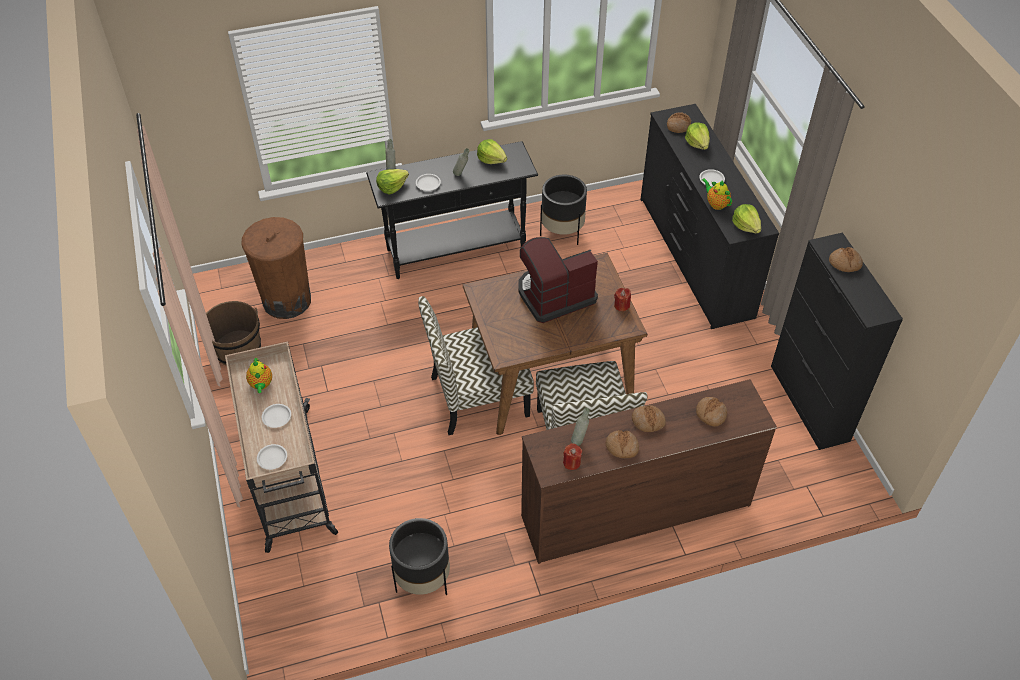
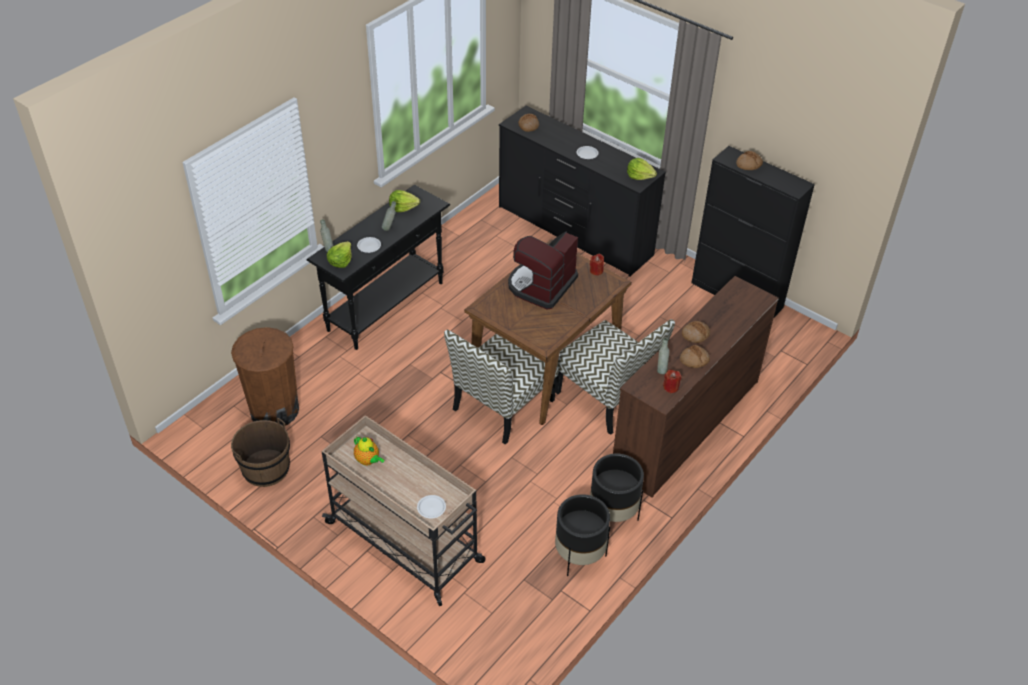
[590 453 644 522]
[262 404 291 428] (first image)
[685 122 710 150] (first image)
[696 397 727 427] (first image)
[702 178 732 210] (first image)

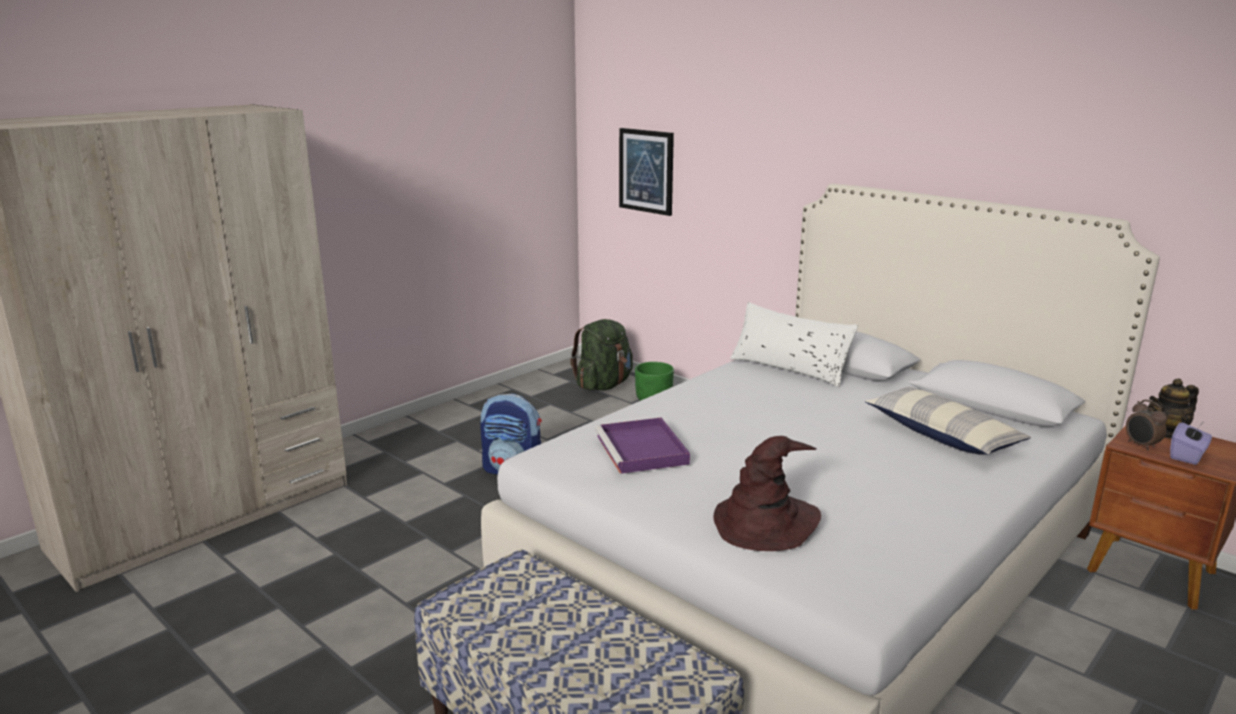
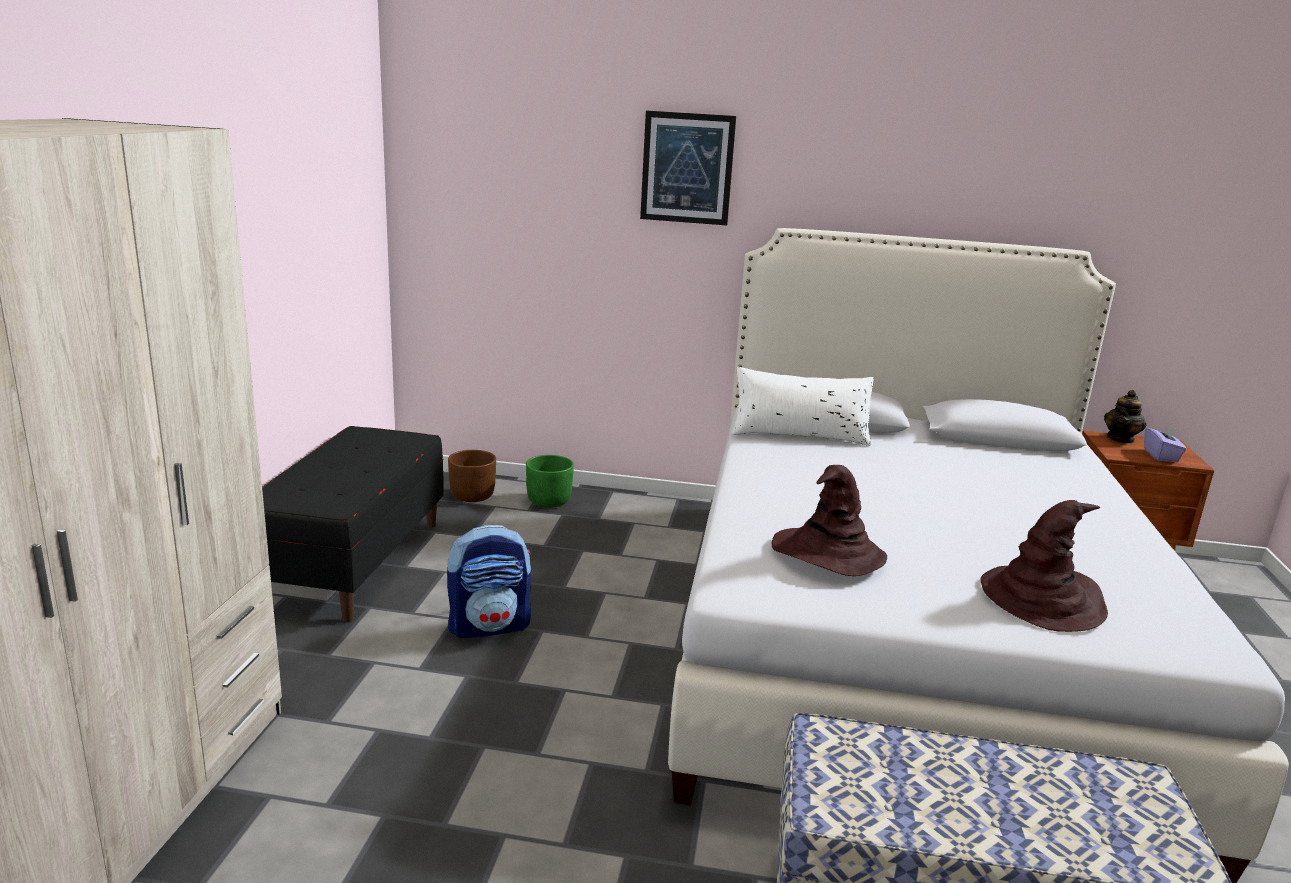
[262 426 444 623]
[448 450 496 502]
[640 111 736 225]
[772 465 887 576]
[865 387 1031 455] (first image)
[1126 400 1167 450] (first image)

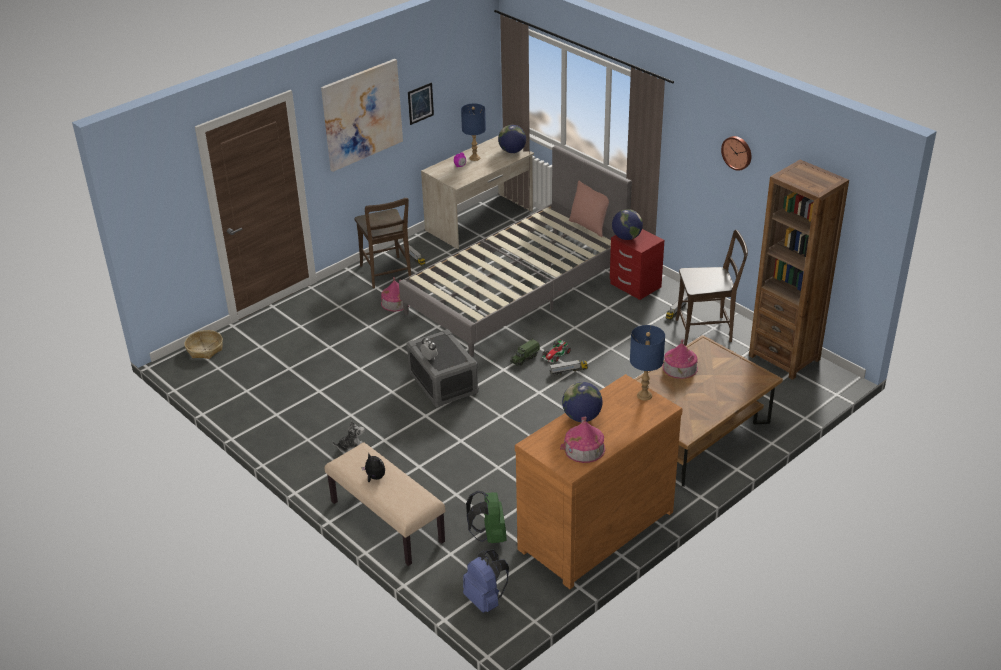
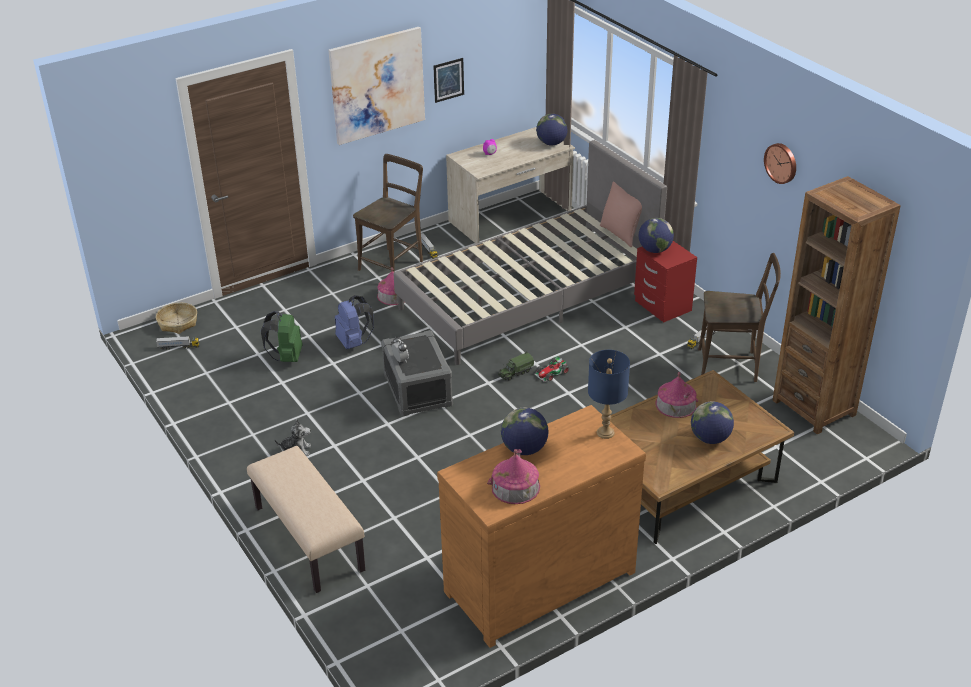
[156 336 200 350]
[261 311 303 362]
[335 295 374 349]
[353 154 423 272]
[691 401 734 444]
[361 453 385 482] (first image)
[461 103 486 161] (first image)

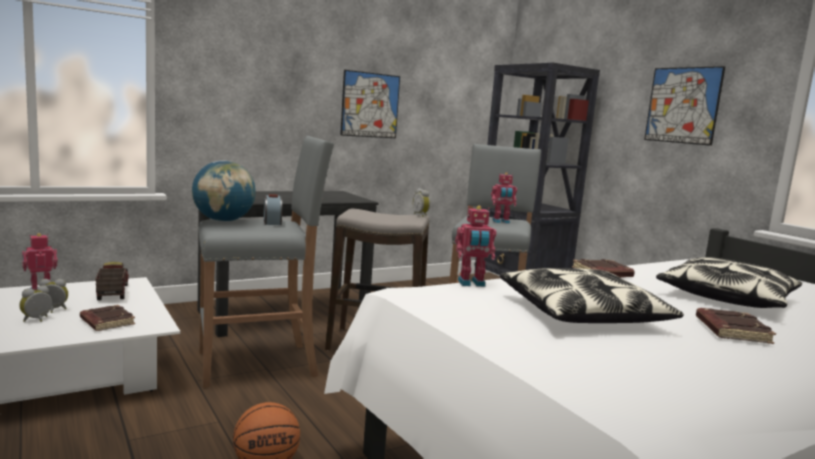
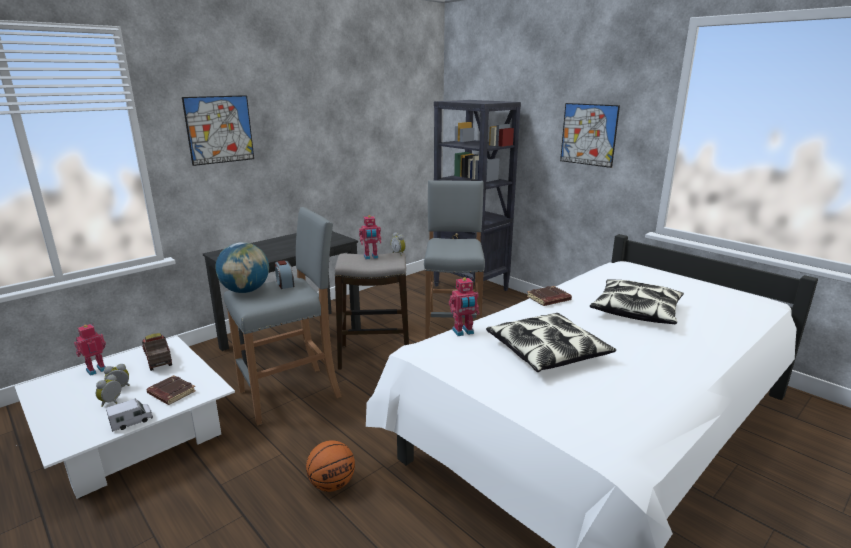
[106 399 153 432]
[182 95 254 166]
[359 215 381 259]
[696 308 776 344] (first image)

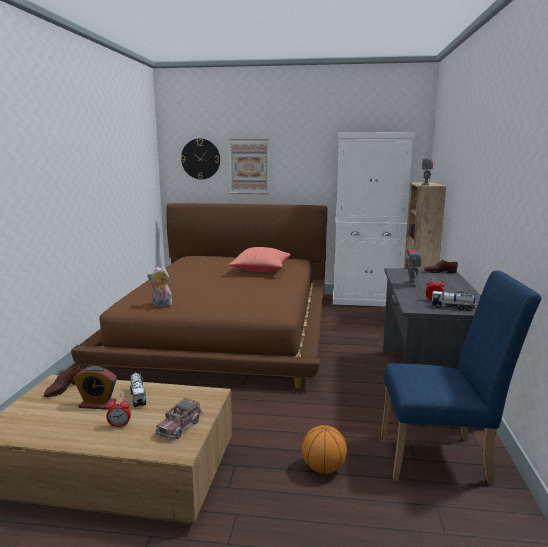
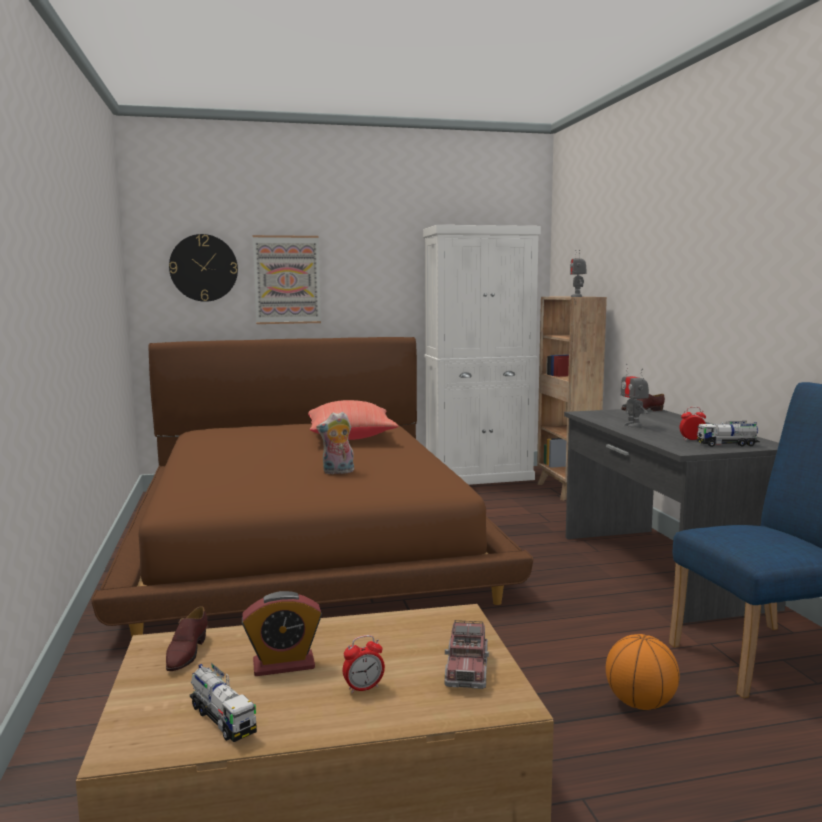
[190 663 257 742]
[317 412 354 474]

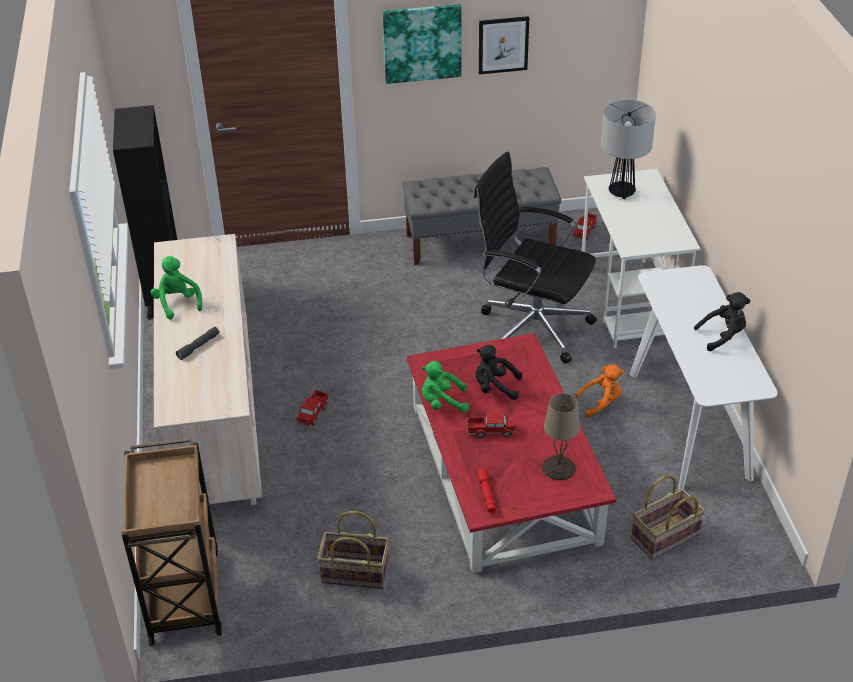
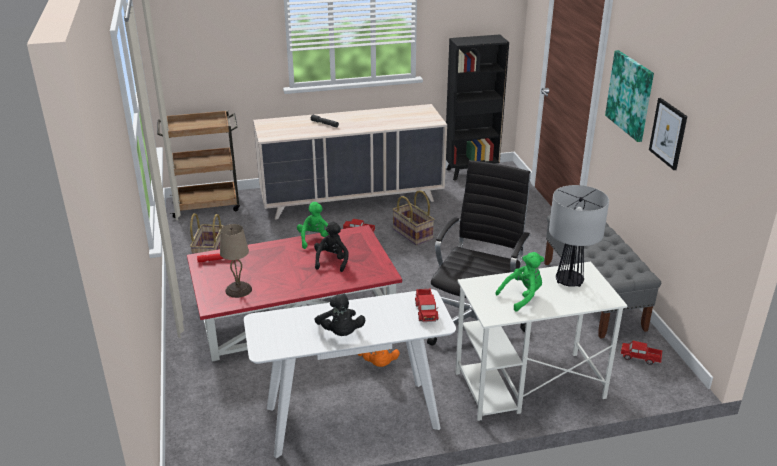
[392 190 434 246]
[415 289 438 322]
[495 252 544 311]

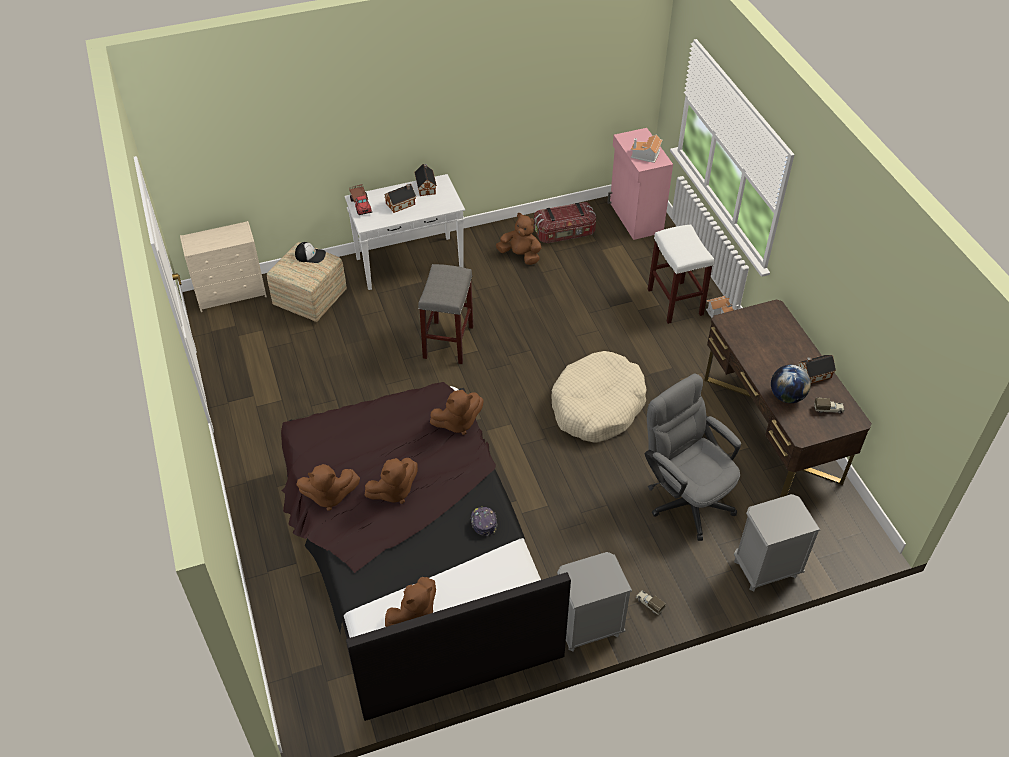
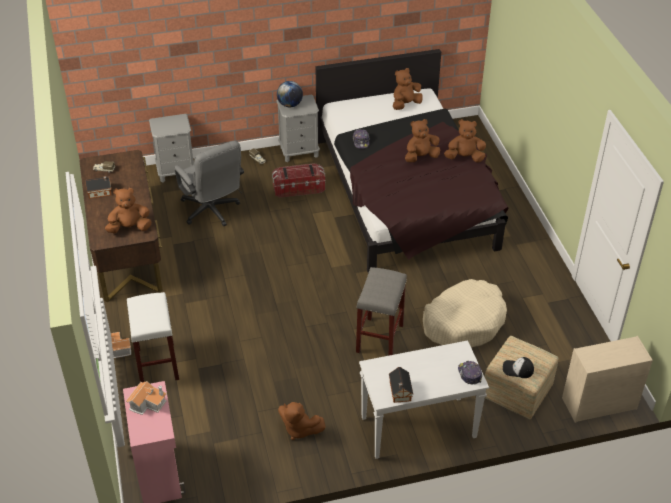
[105 188 152 233]
[272 163 325 198]
[277 81 303 107]
[423 279 507 348]
[458 361 482 385]
[384 184 416 213] (first image)

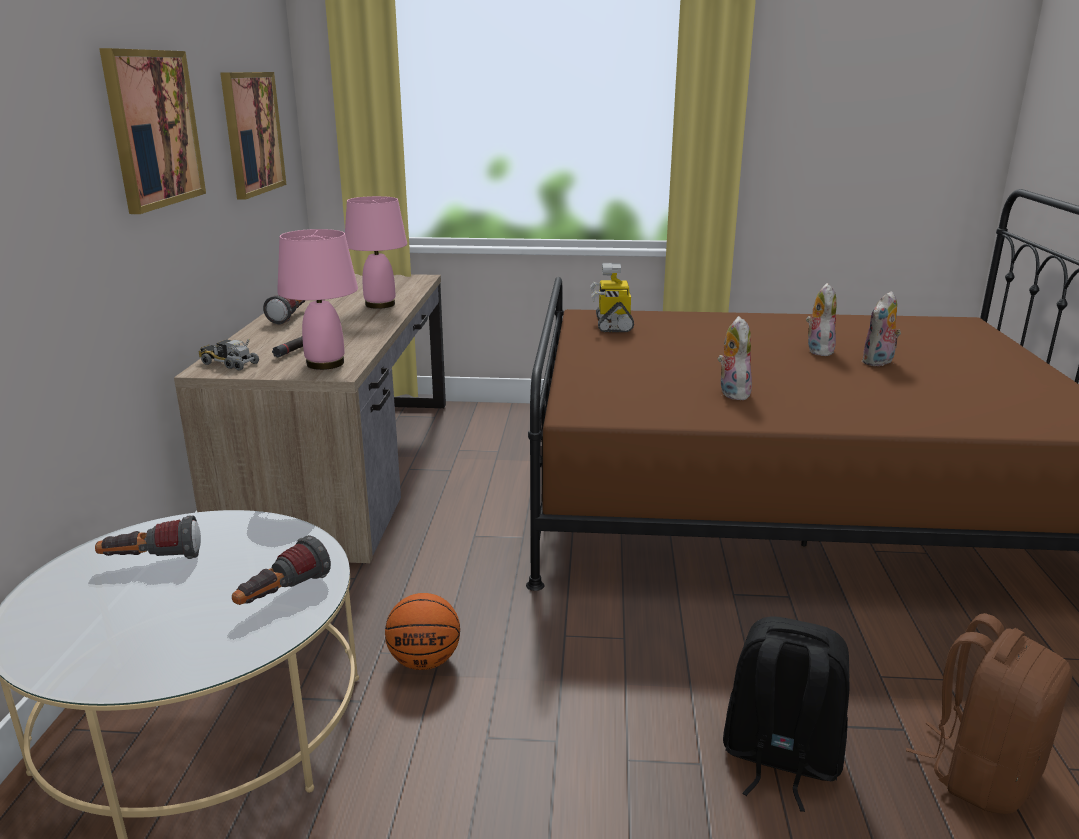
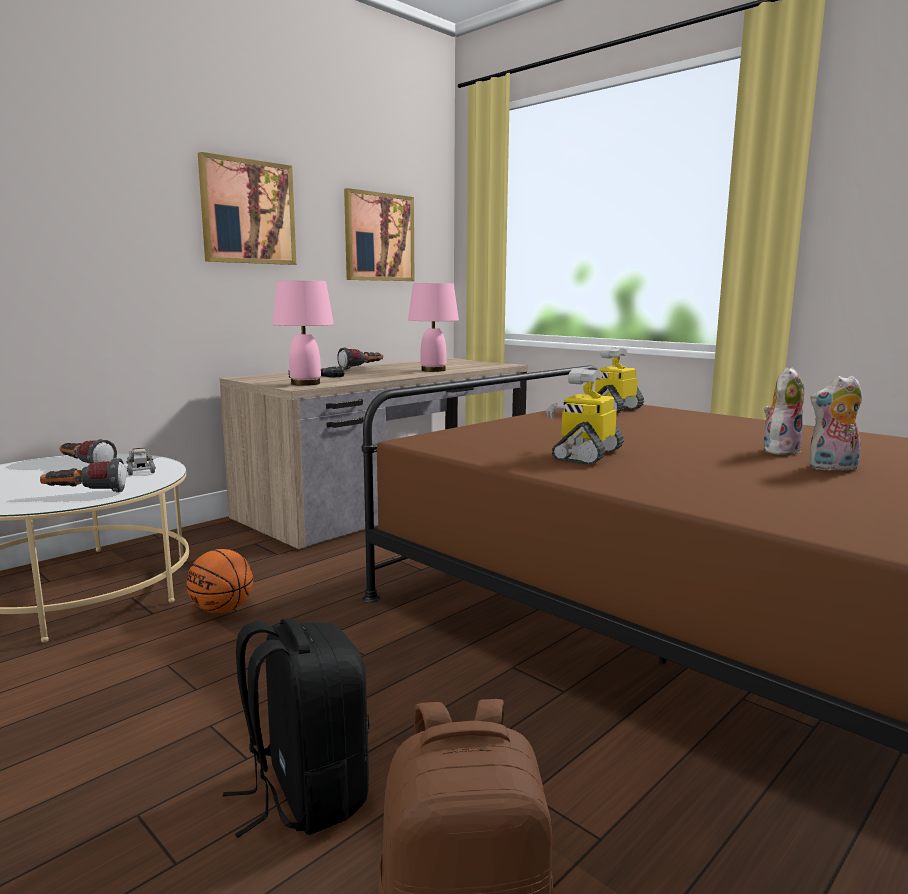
[127 447 156 476]
[546 368 624 465]

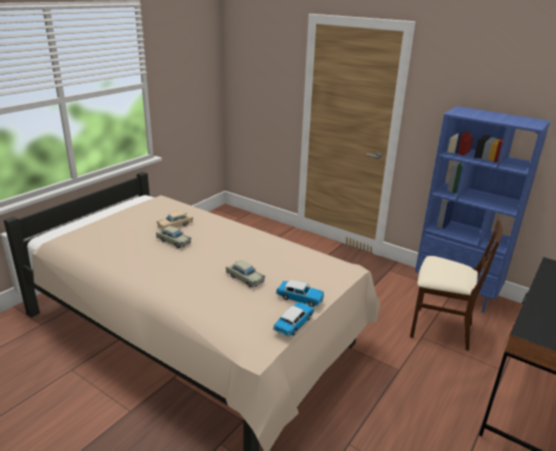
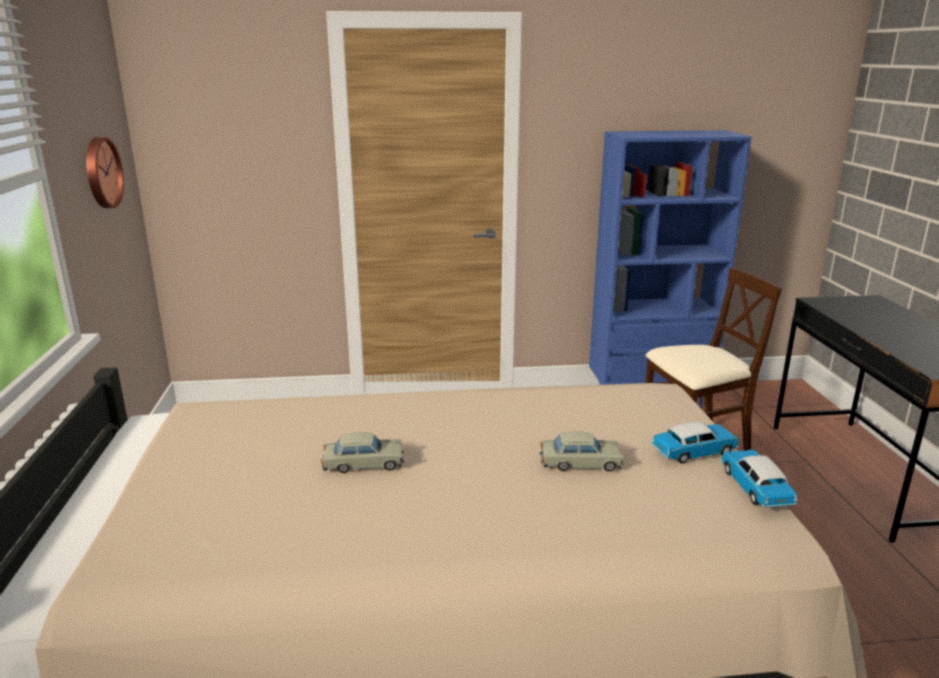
[86 137 124 208]
[157 211 193 230] (first image)

